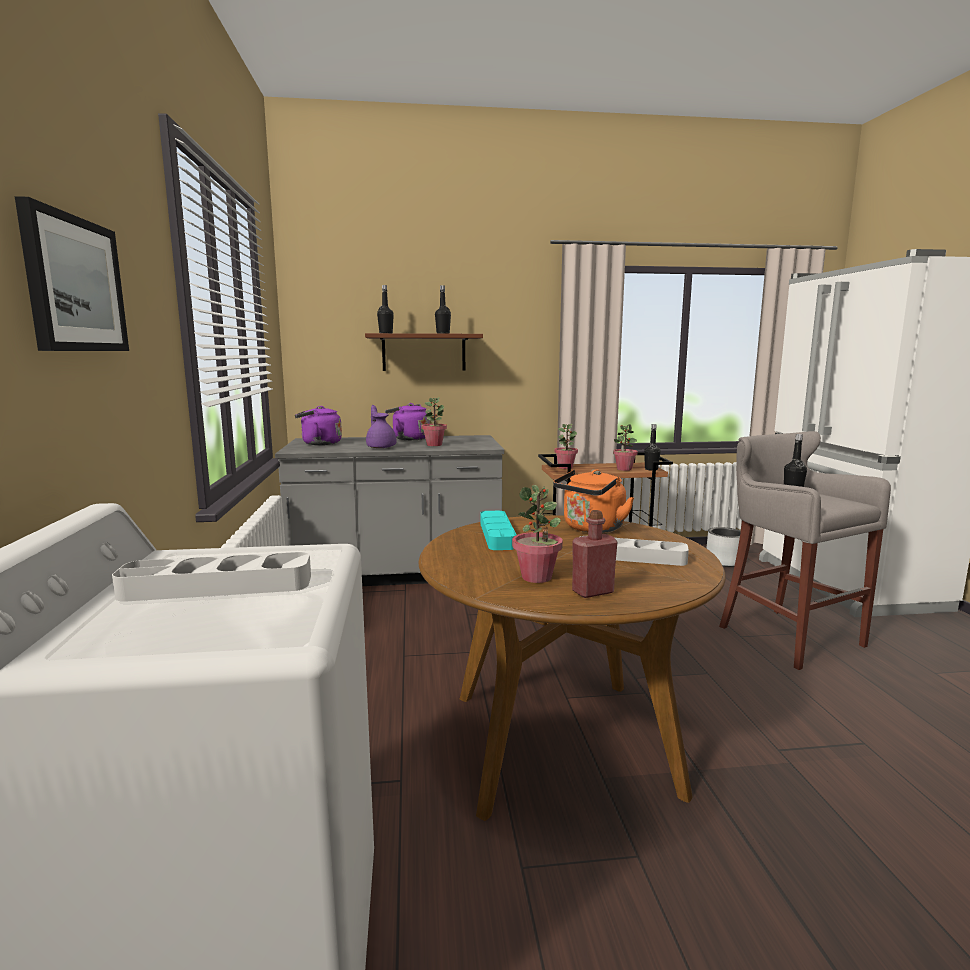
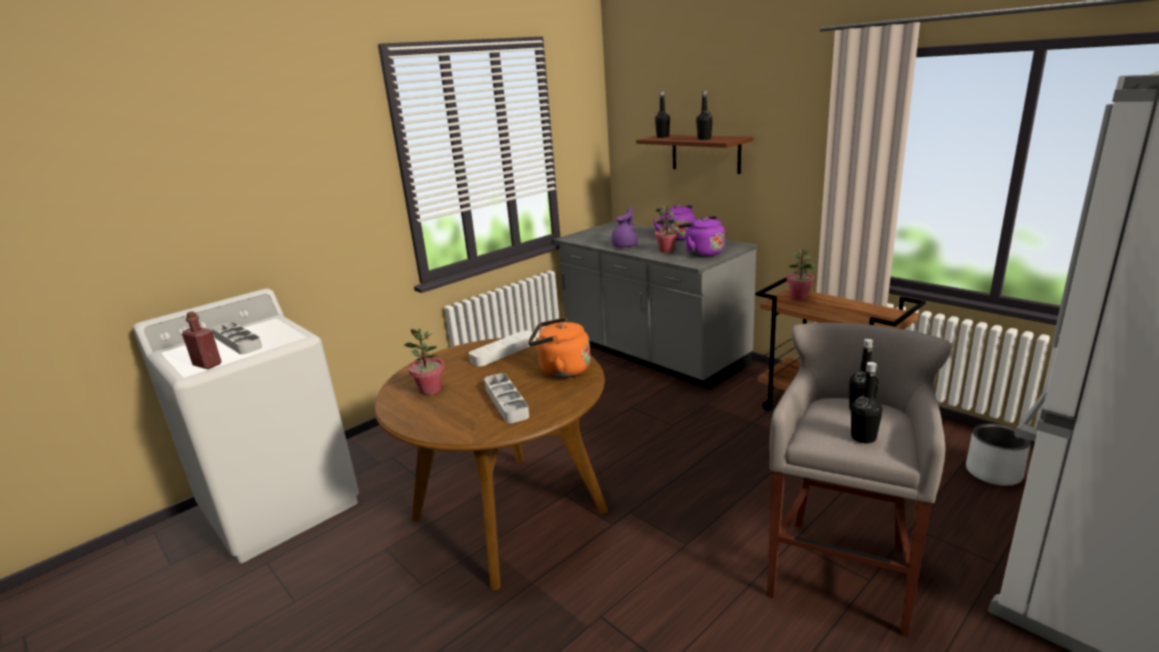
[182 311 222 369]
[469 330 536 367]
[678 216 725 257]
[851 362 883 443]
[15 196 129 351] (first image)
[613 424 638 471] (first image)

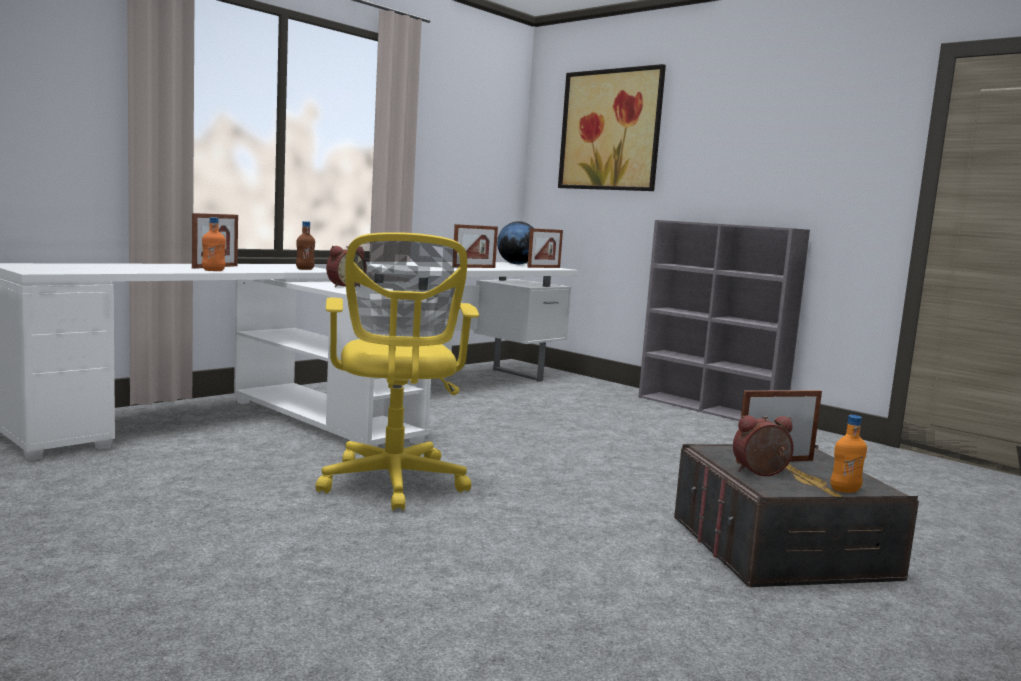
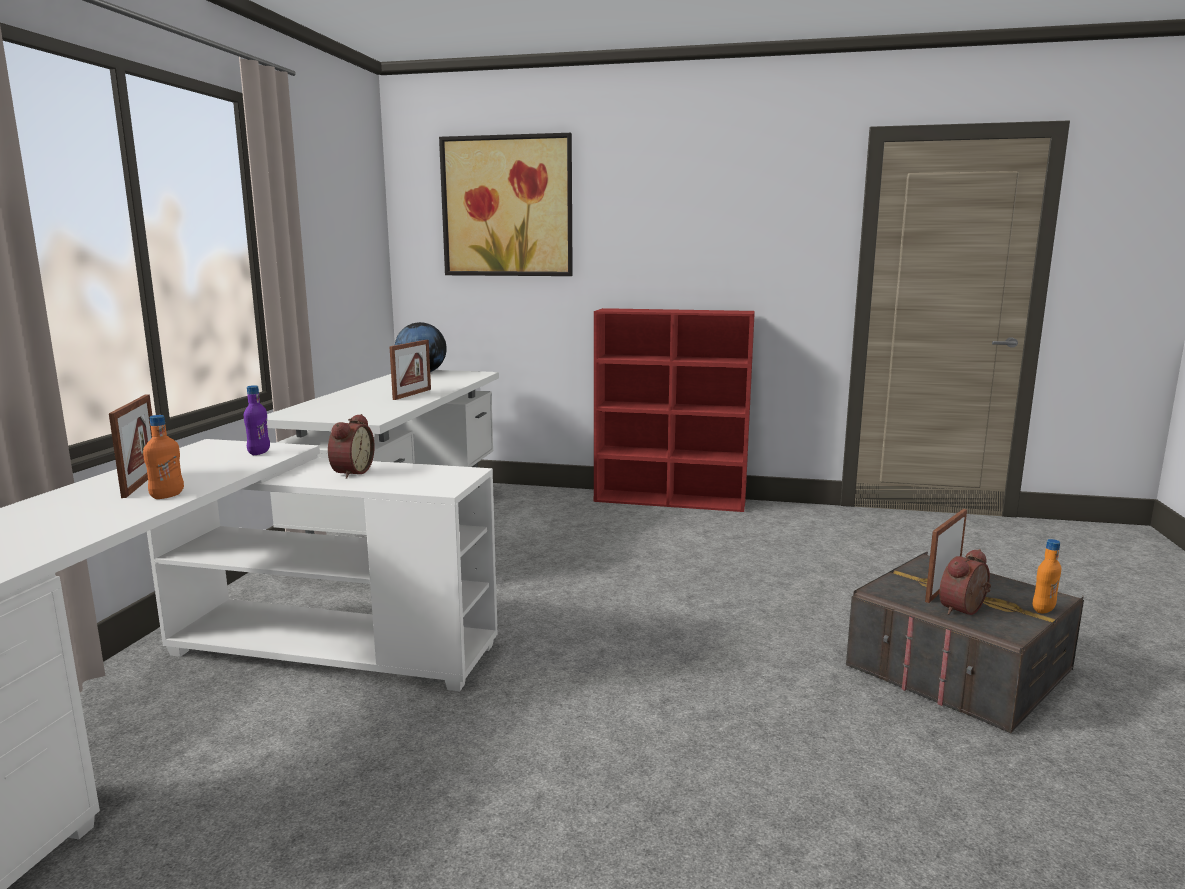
[244 385 270 455]
[594 308 755 512]
[316 232 479 511] (first image)
[527 228 563 268] (first image)

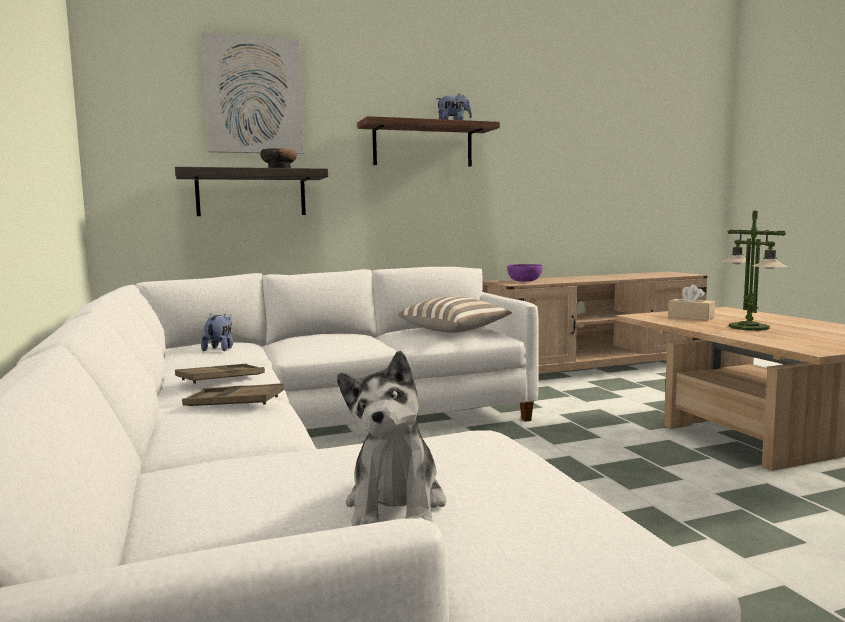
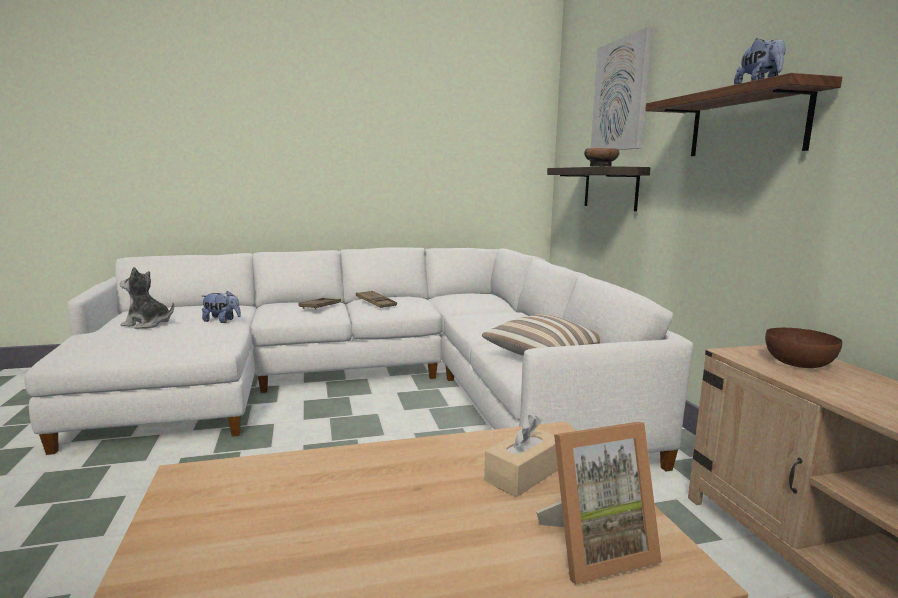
[202 291 241 323]
[536 422 662 584]
[765 328 842 368]
[721 211 788 331] (first image)

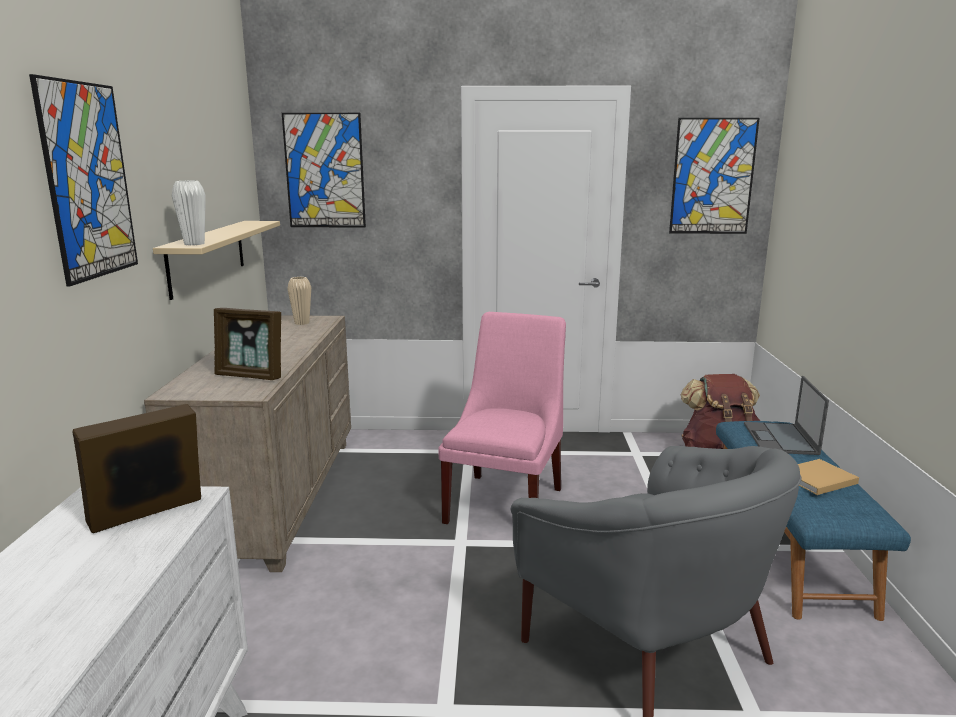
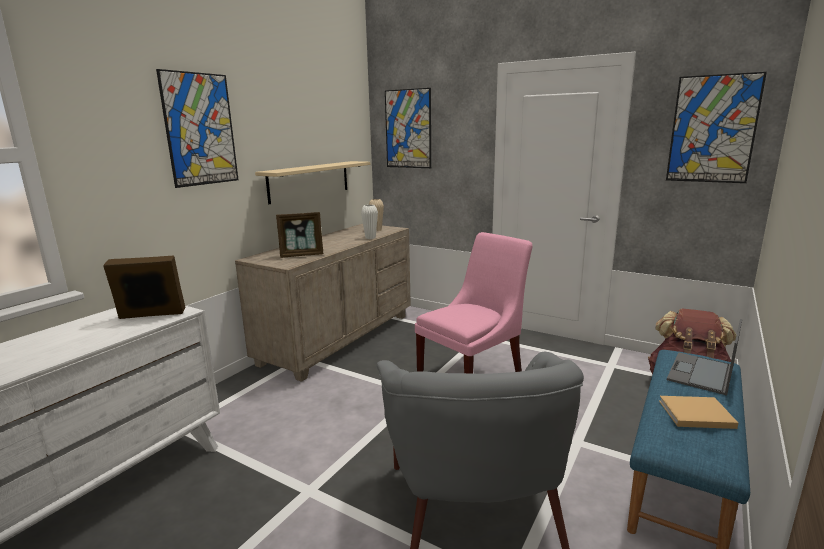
[276 212 323 258]
[361 205 378 239]

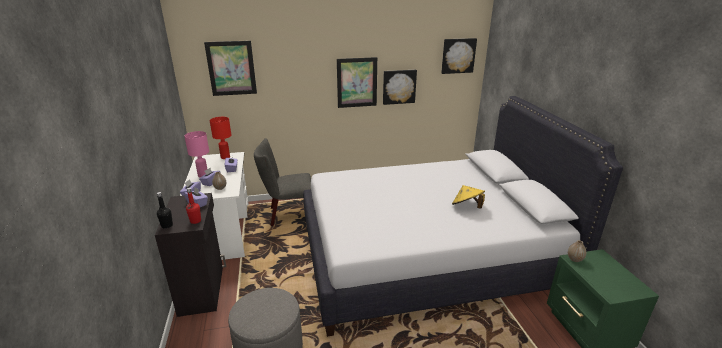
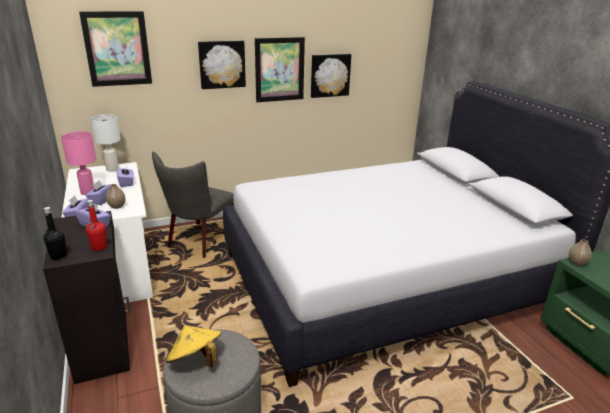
[90 114 121 172]
[152 151 234 258]
[166 325 221 367]
[198 41 246 89]

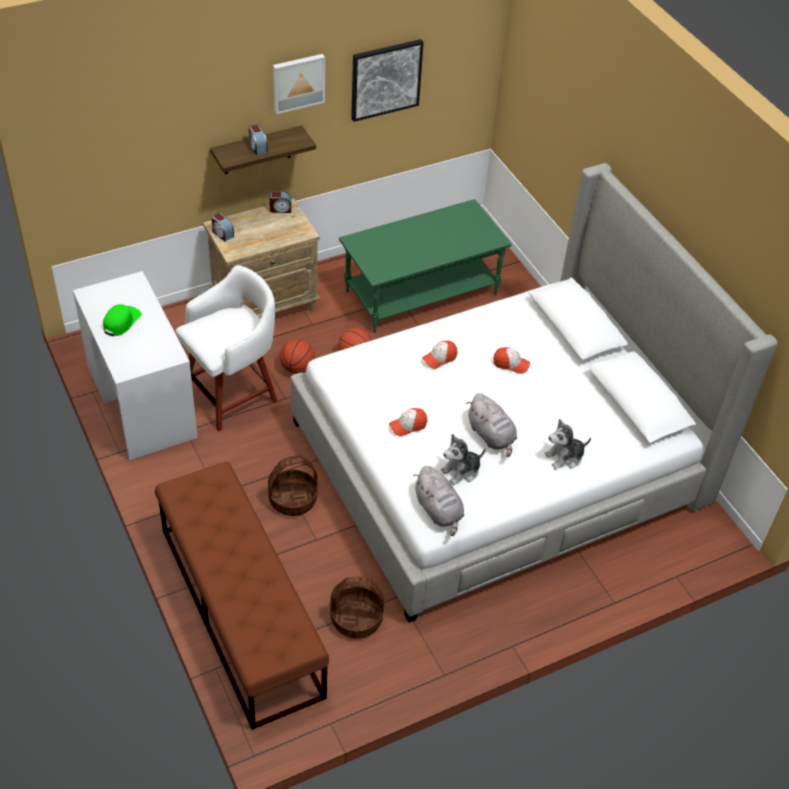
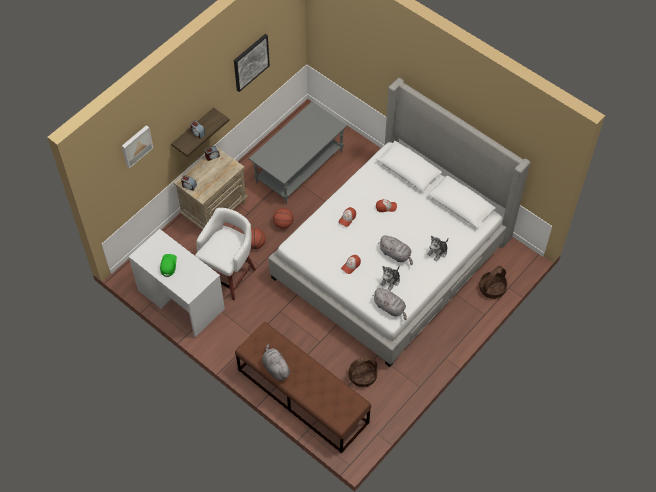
[122 125 154 168]
[249 102 347 205]
[262 343 291 381]
[479 266 508 299]

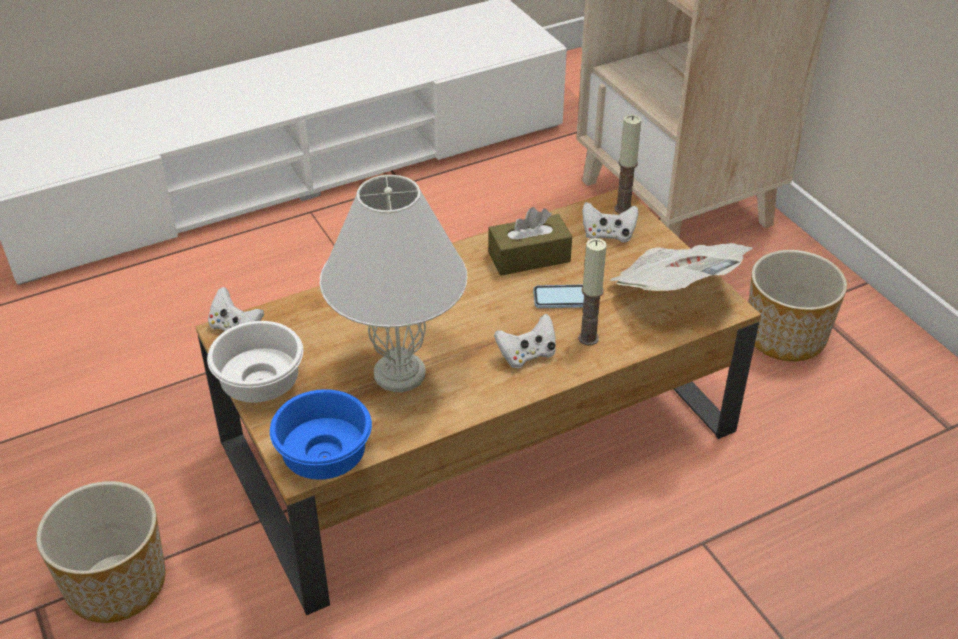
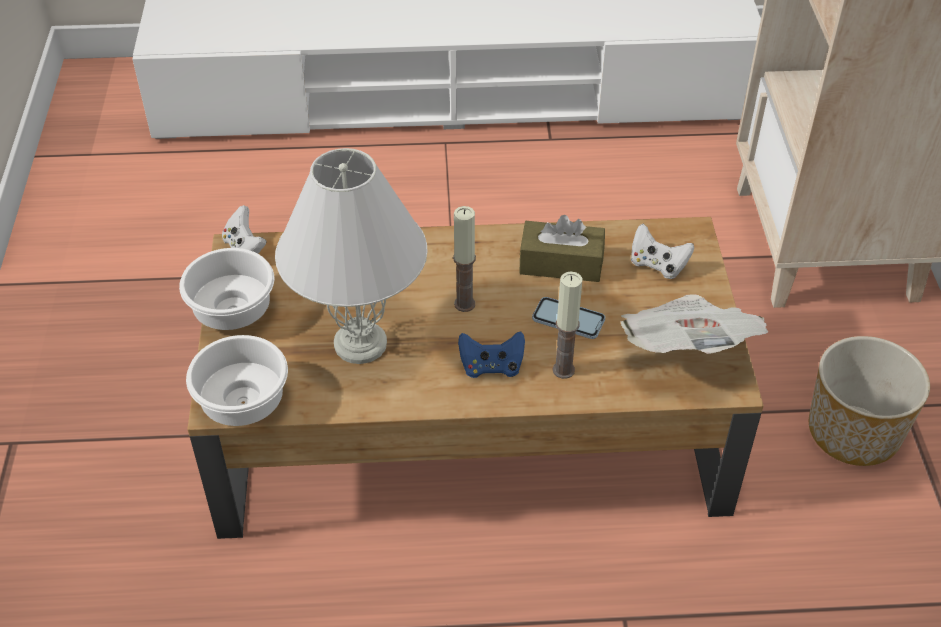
[186 335 288 426]
[453 206 476 312]
[458 331 525 378]
[36 481 166 623] (first image)

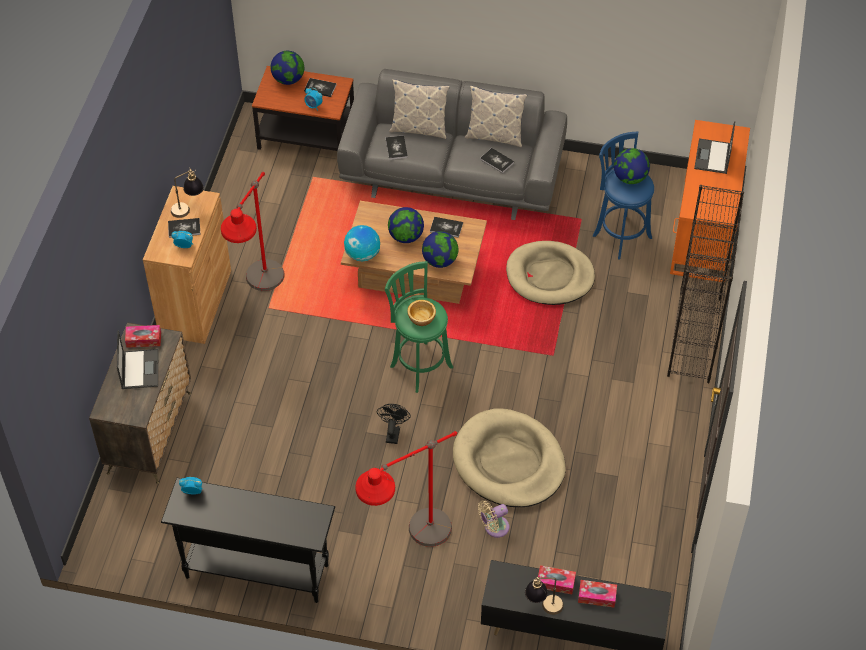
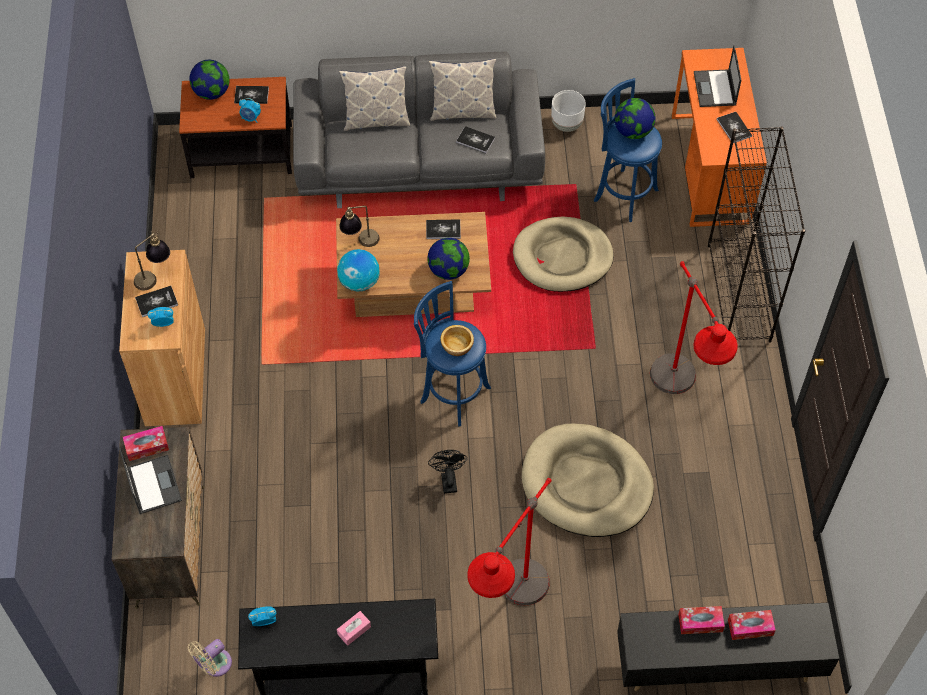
[188 639 232 677]
[337 611 371 646]
[339 206 380 247]
[414 281 491 426]
[551 90 586 132]
[650 261 738 394]
[717 112 752 143]
[388 207 424 243] (first image)

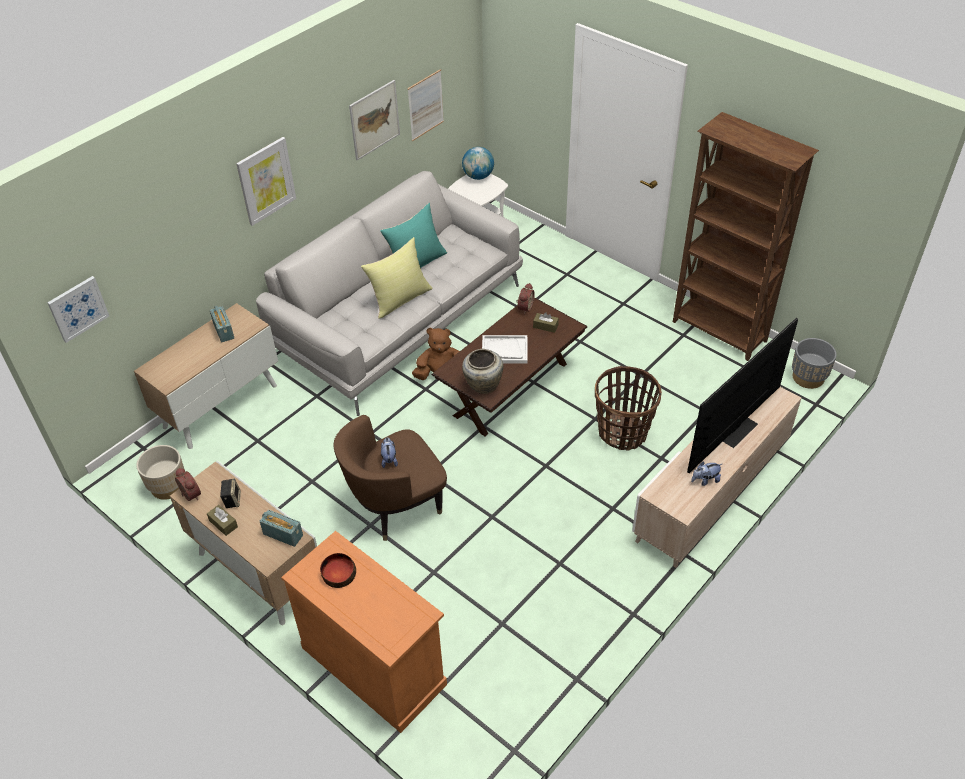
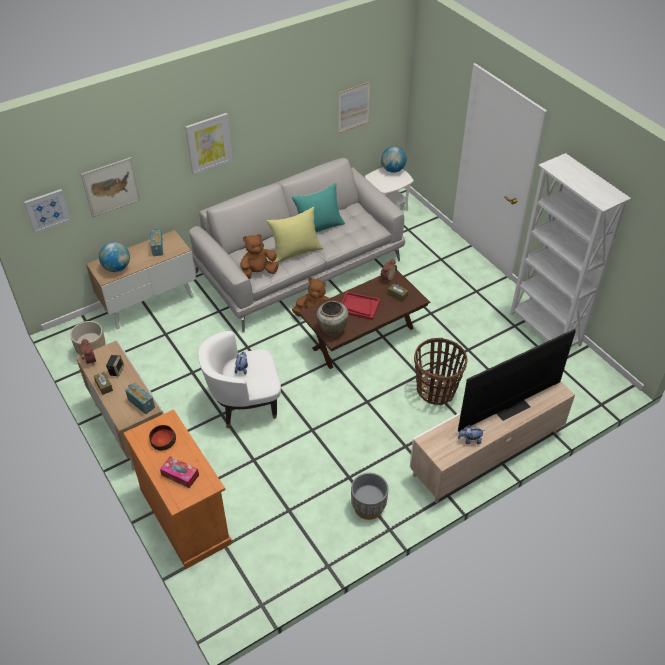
[81 157 140 217]
[99 242 130 272]
[160 456 199 488]
[198 331 281 428]
[240 234 279 279]
[342 292 380 320]
[351 473 388 520]
[510 153 631 347]

